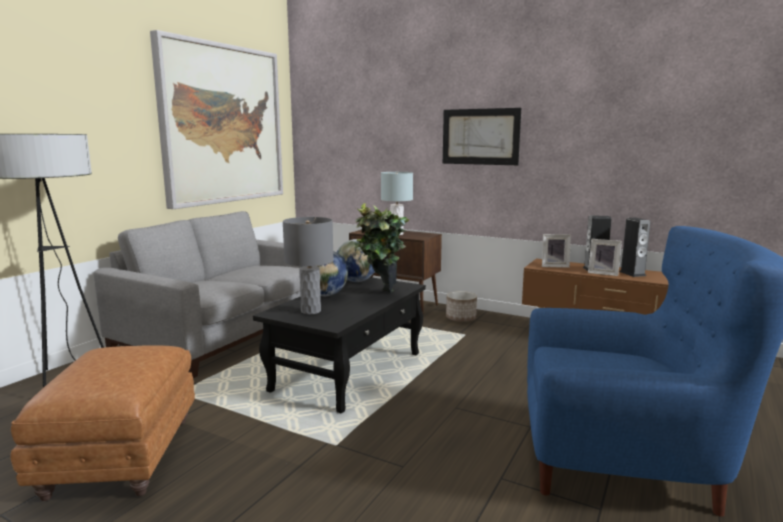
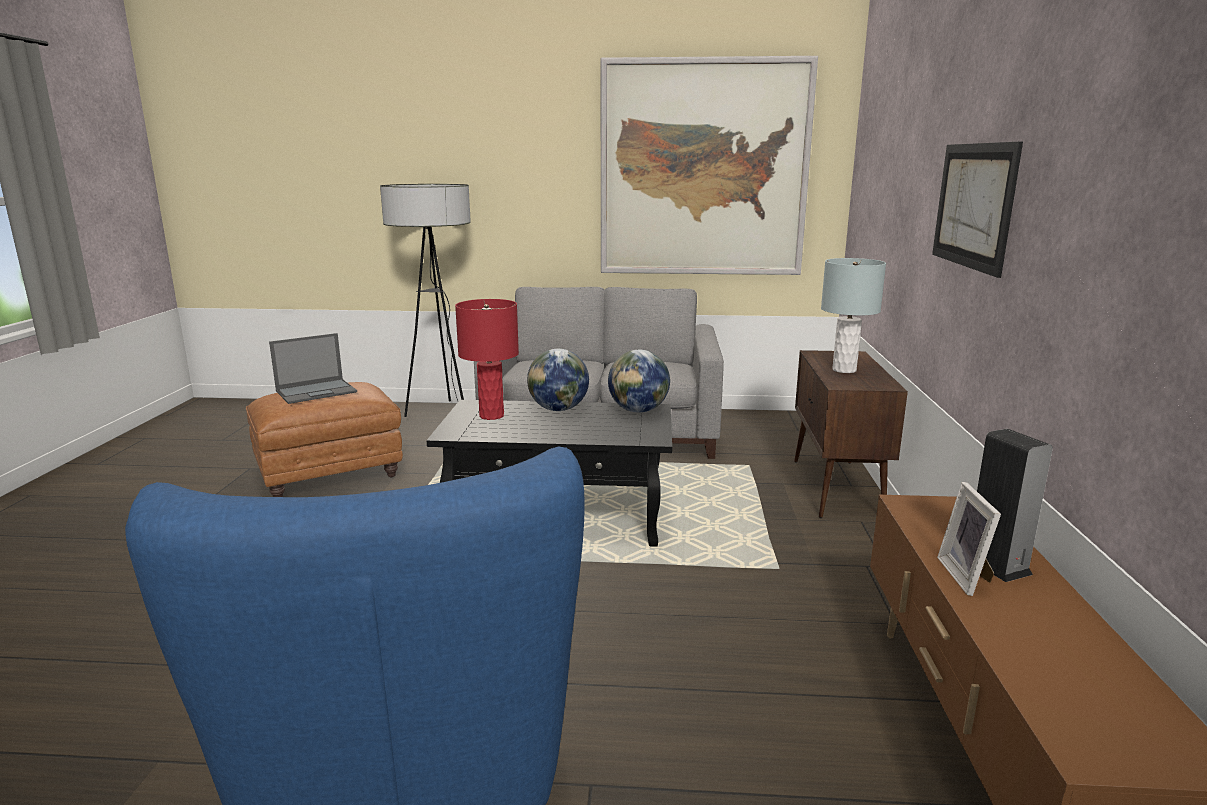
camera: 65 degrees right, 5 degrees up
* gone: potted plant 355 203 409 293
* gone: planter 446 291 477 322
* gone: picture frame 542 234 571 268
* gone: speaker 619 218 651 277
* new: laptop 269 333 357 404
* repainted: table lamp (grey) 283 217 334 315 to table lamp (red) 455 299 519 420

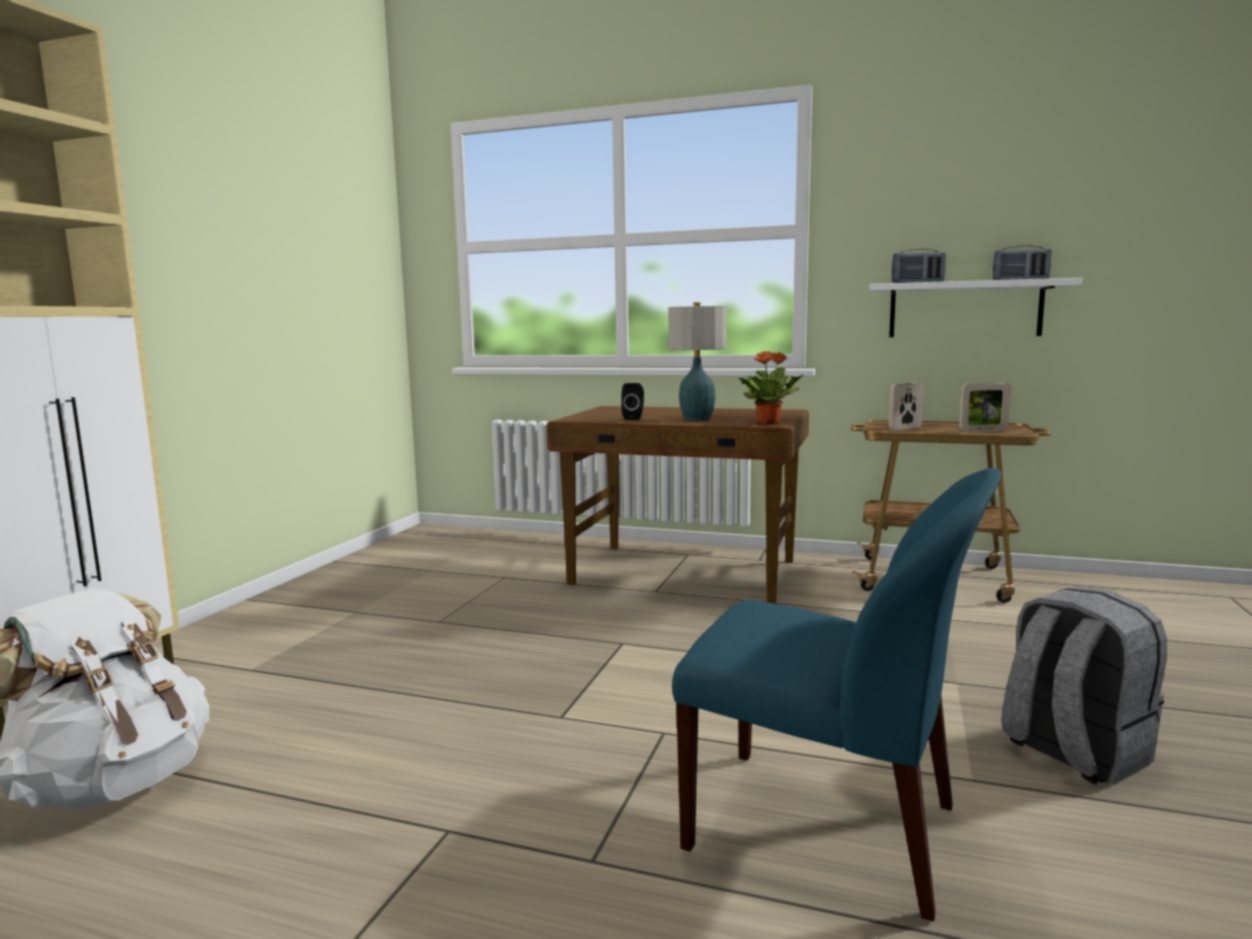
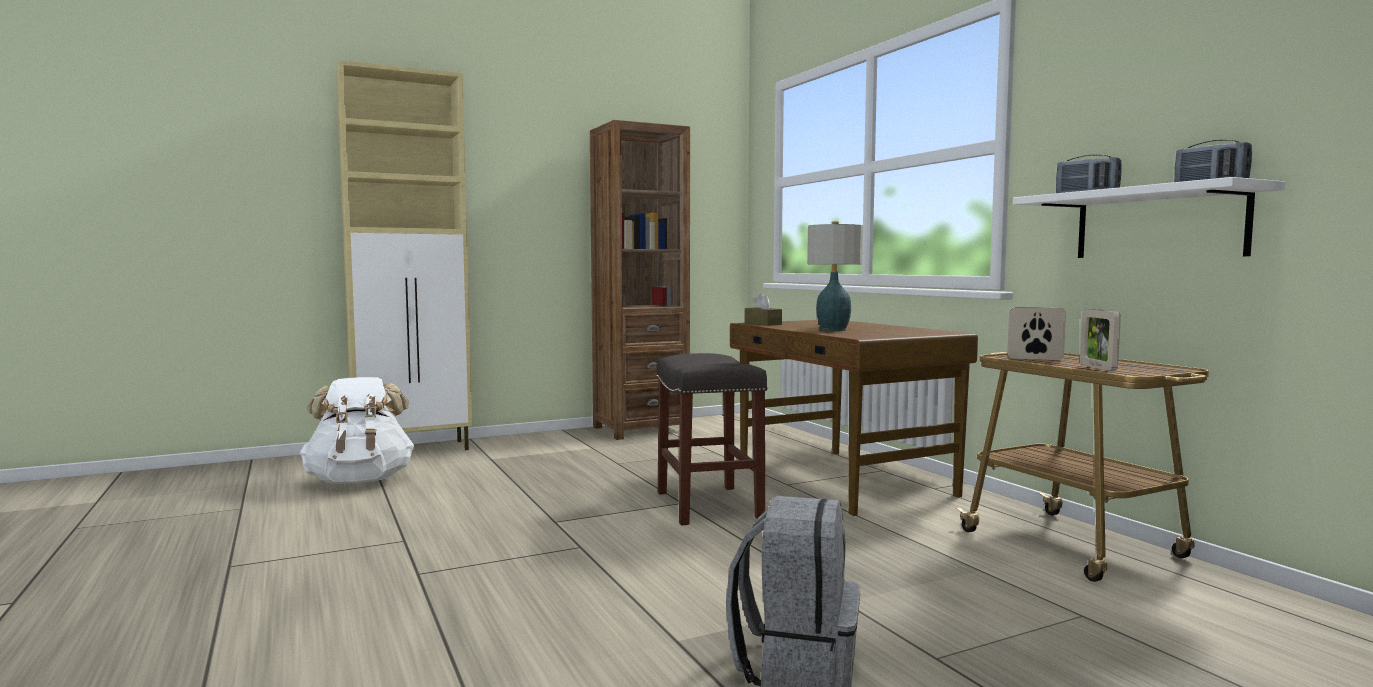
camera: 45 degrees right, 5 degrees down
* gone: speaker (black) 621 383 644 420
* gone: chair (blue) 672 468 1001 922
* gone: potted plant 737 351 803 425
* new: bookcase (brown) 590 120 690 440
* new: stool (grey) 656 353 768 525
* new: tissue box (brown) 745 293 782 326
* rotated: picture frame 959 383 1011 432 = 1080 309 1121 371 45 degrees clockwise

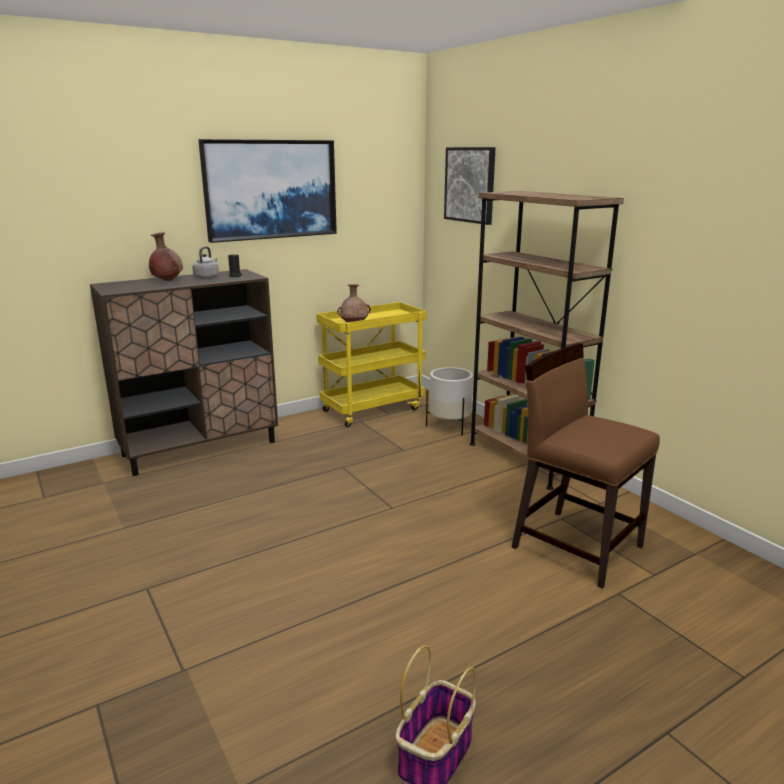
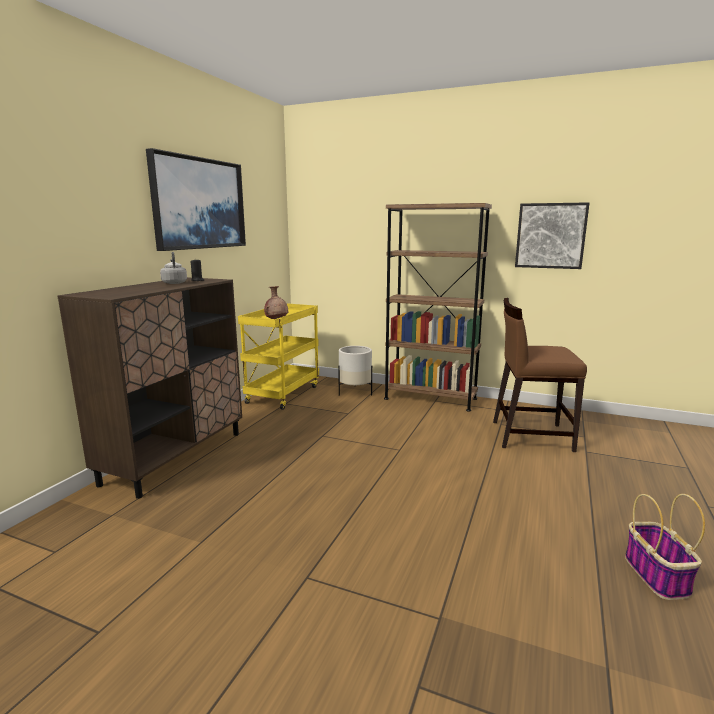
camera: 35 degrees left, 5 degrees down
* gone: vase (brown) 149 232 183 281
* shifted: picture 444 147 496 225 to 515 202 590 269

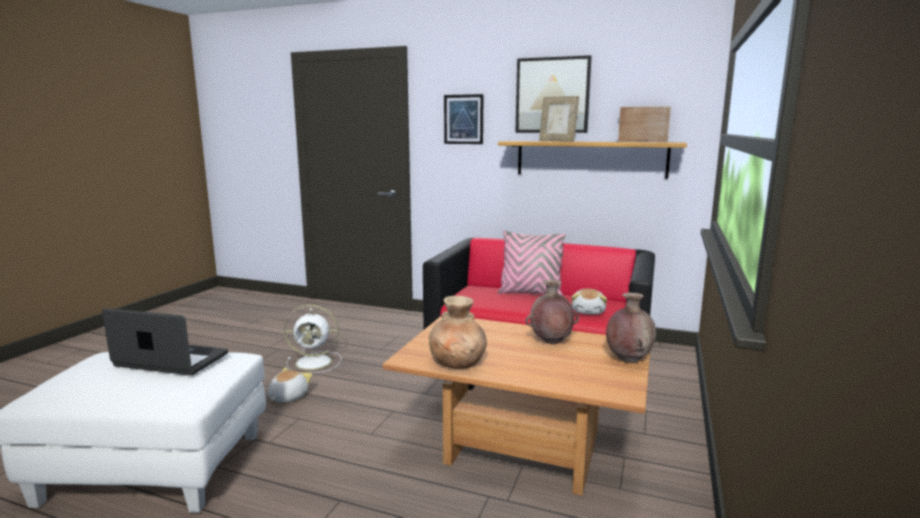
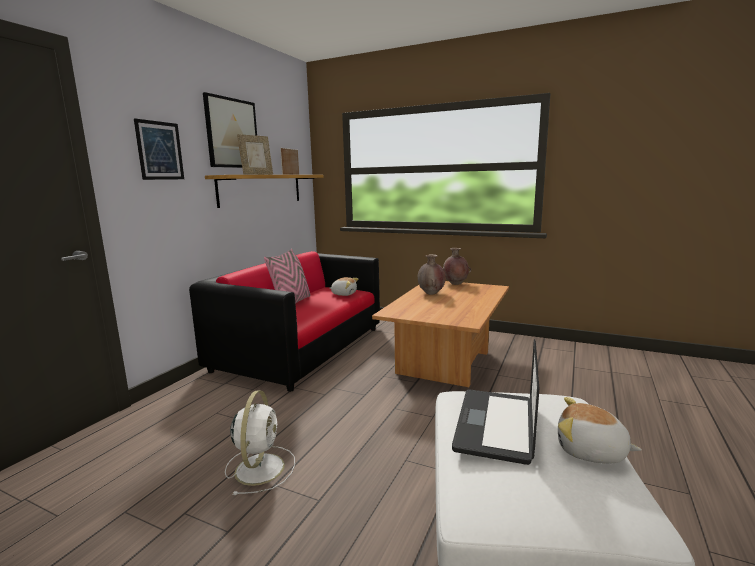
camera: 85 degrees left, 0 degrees up
* gone: vase (brown) 429 296 487 369
* shifted: plush toy 268 367 312 403 to 558 397 642 463

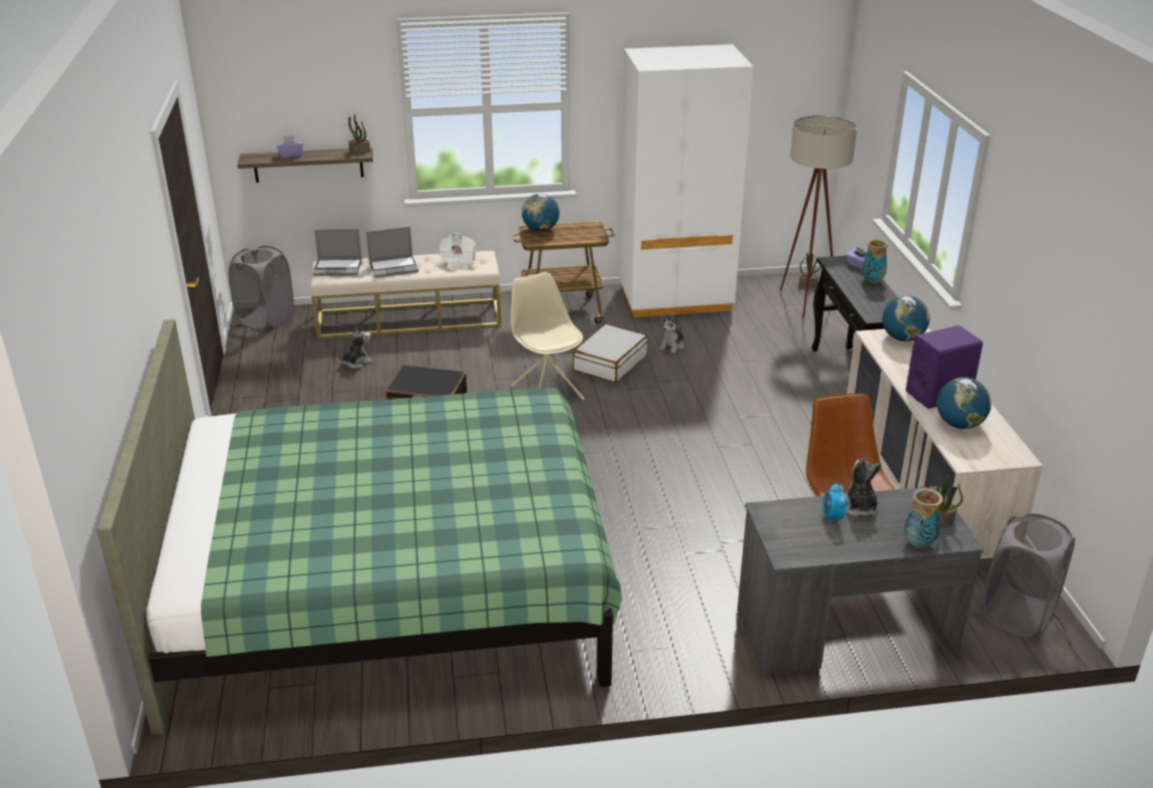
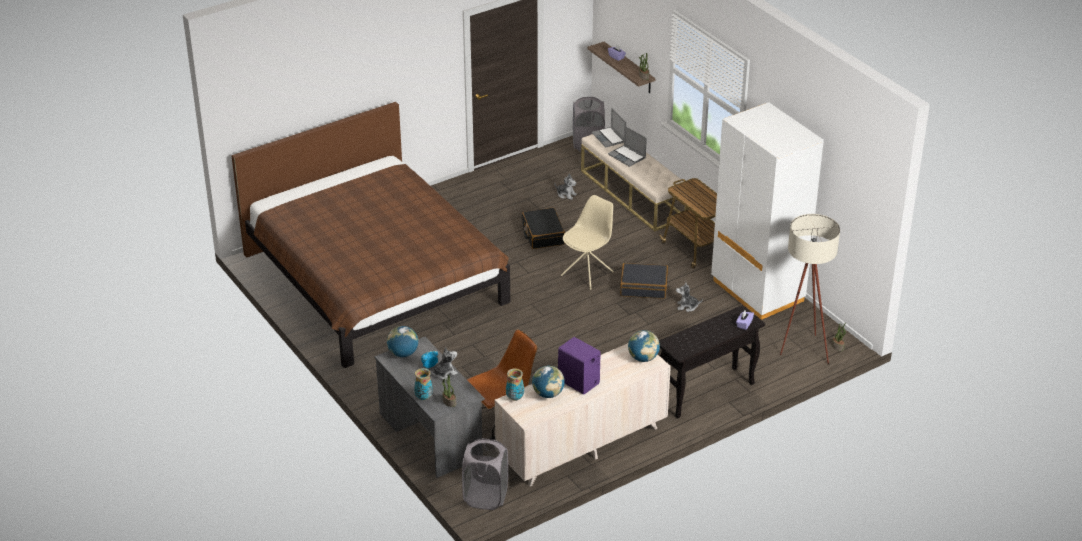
camera: 65 degrees right, 5 degrees up
* gone: newspaper 438 233 476 271
* shifted: globe 522 194 559 232 to 387 326 418 357
* shifted: vase 862 239 888 283 to 506 368 524 401
* repainted: bed (green) 97 319 622 735 to bed (brown) 232 102 510 368
* repainted: suitcase (white) 573 324 647 383 to suitcase (black) 620 263 668 299

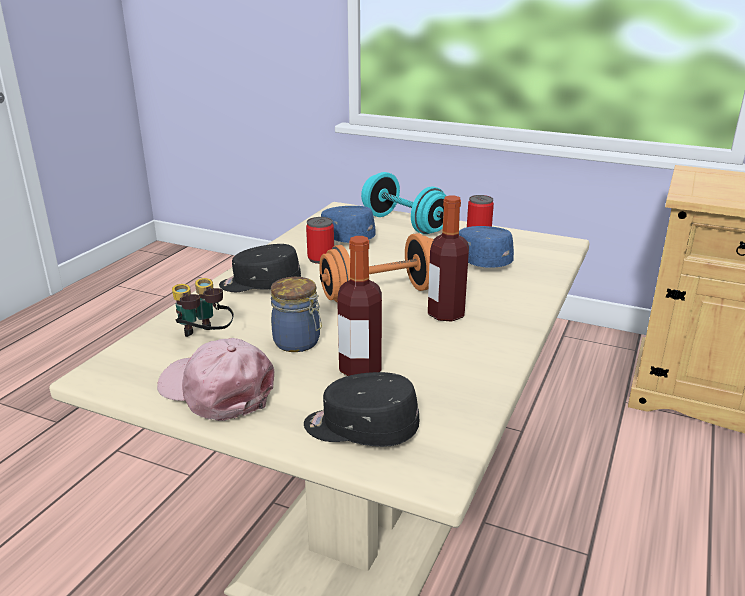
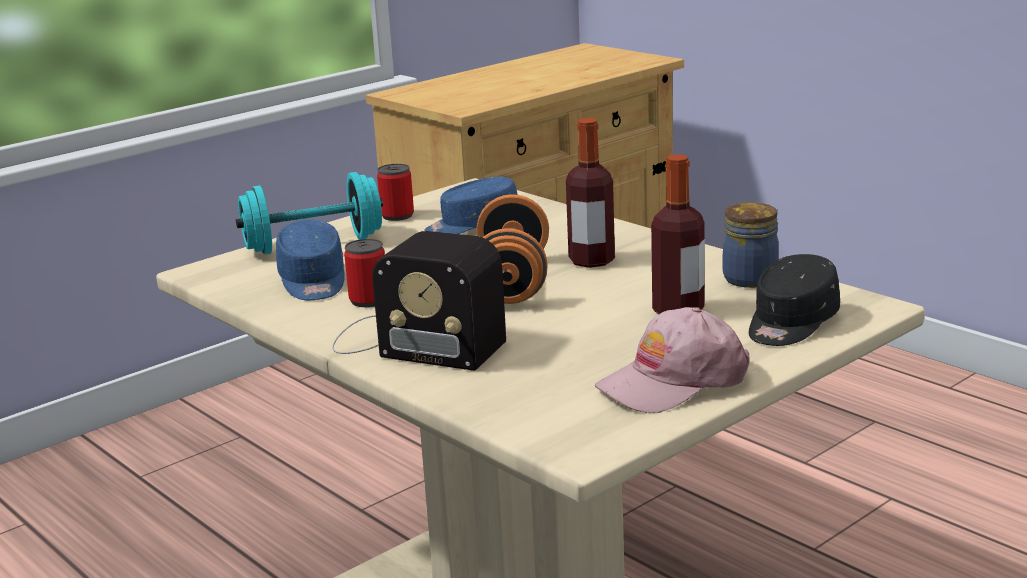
camera: 65 degrees left, 5 degrees down
* gone: binoculars 172 278 234 337
* shifted: jar 271 277 322 352 to 722 202 779 288
* swapped: cap (black) 219 244 301 292 to radio 332 231 506 371
* rotated: cap (blue) 321 206 376 243 = 276 220 345 300 75 degrees counterclockwise

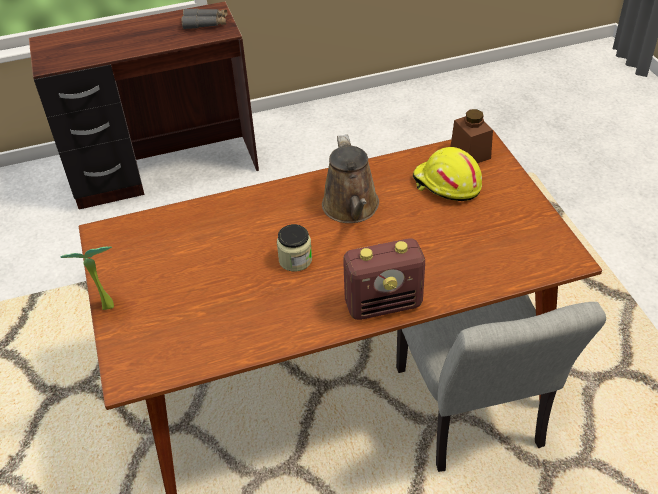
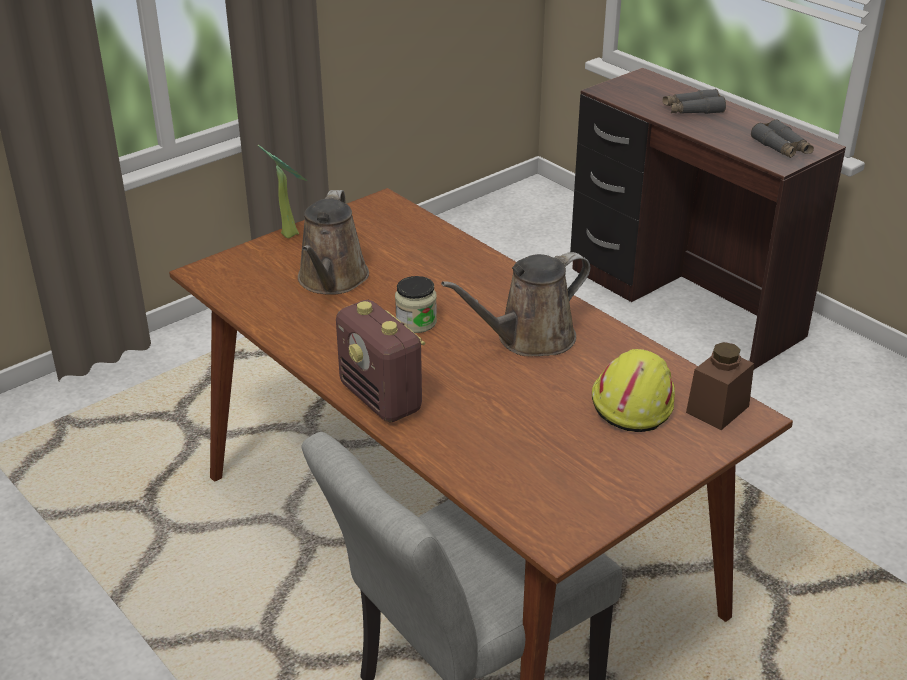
camera: 65 degrees right, 10 degrees down
* new: watering can (brown) 298 190 369 295
* new: binoculars (grey) 663 89 726 114

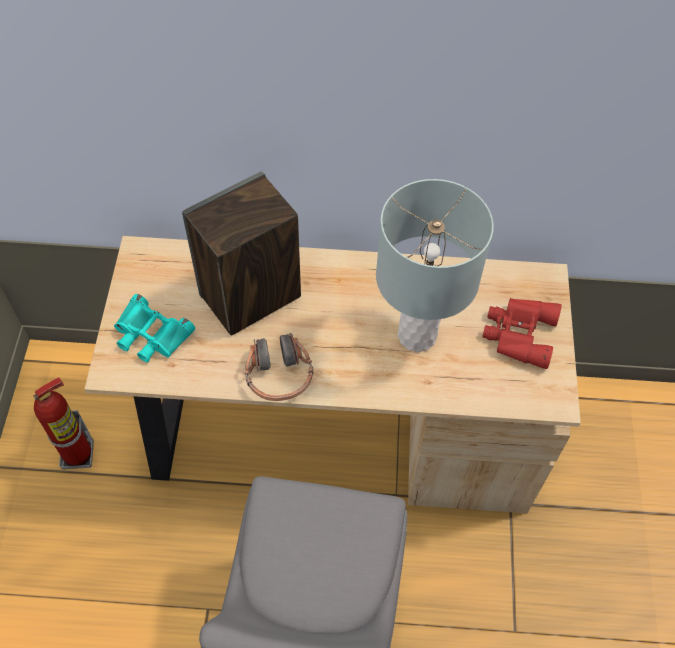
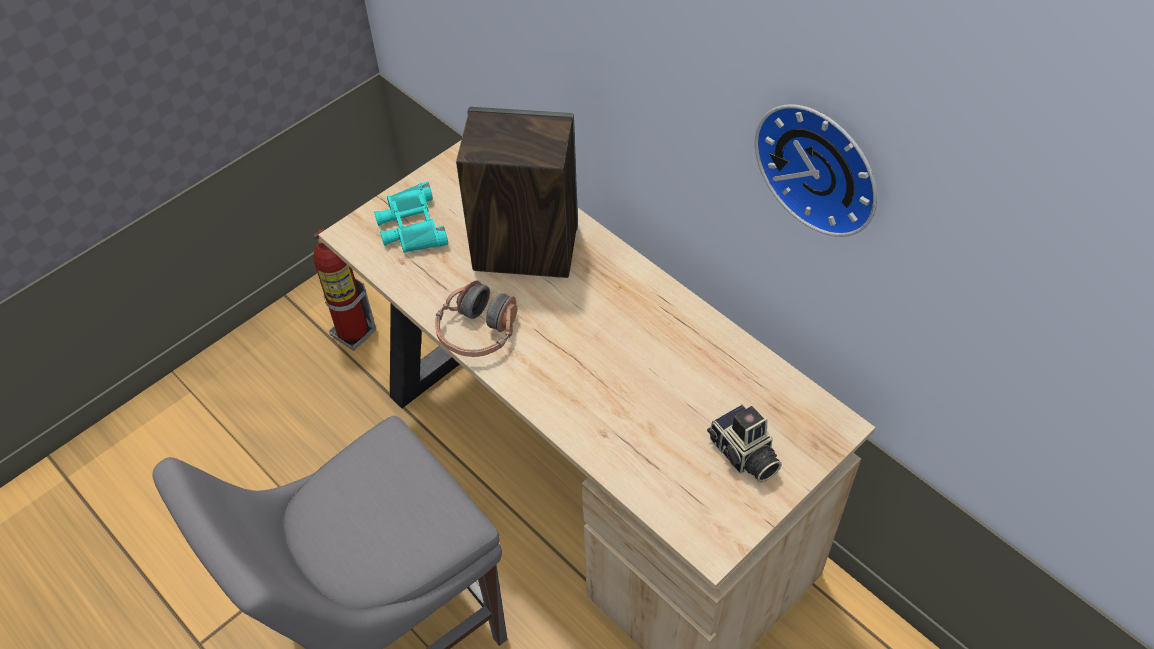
camera: 45 degrees right, 5 degrees down
* gone: table lamp (grey) 376 179 494 352
* new: wall clock 755 104 877 237
* swapped: binoculars (red) 483 298 562 369 to photo camera 707 404 782 482

